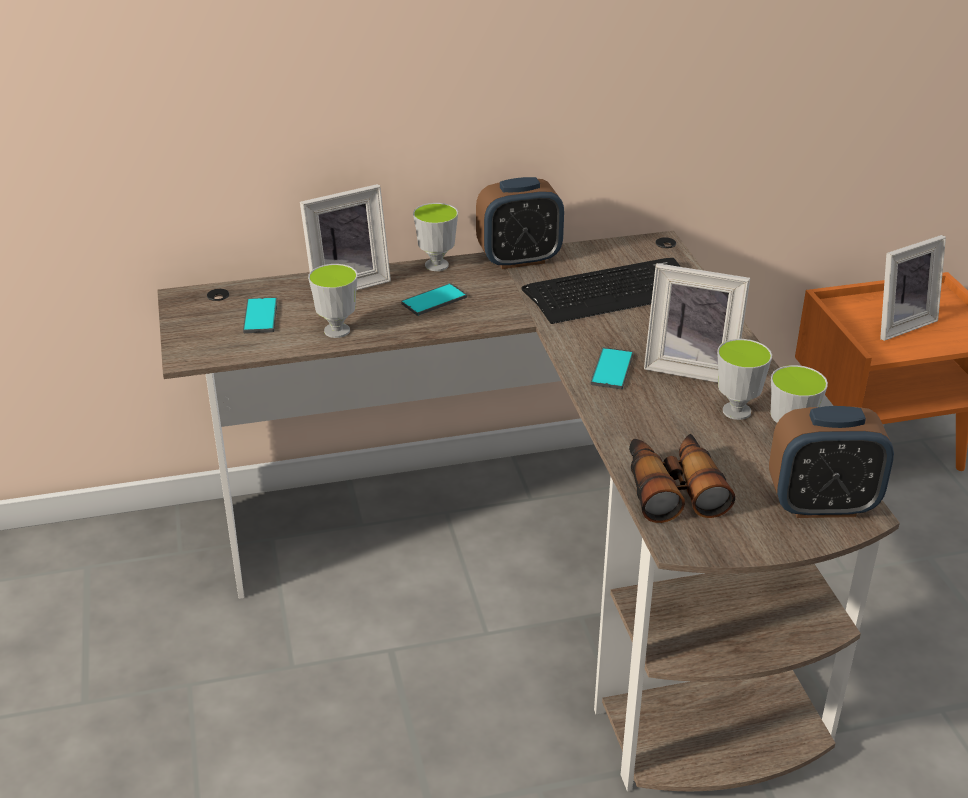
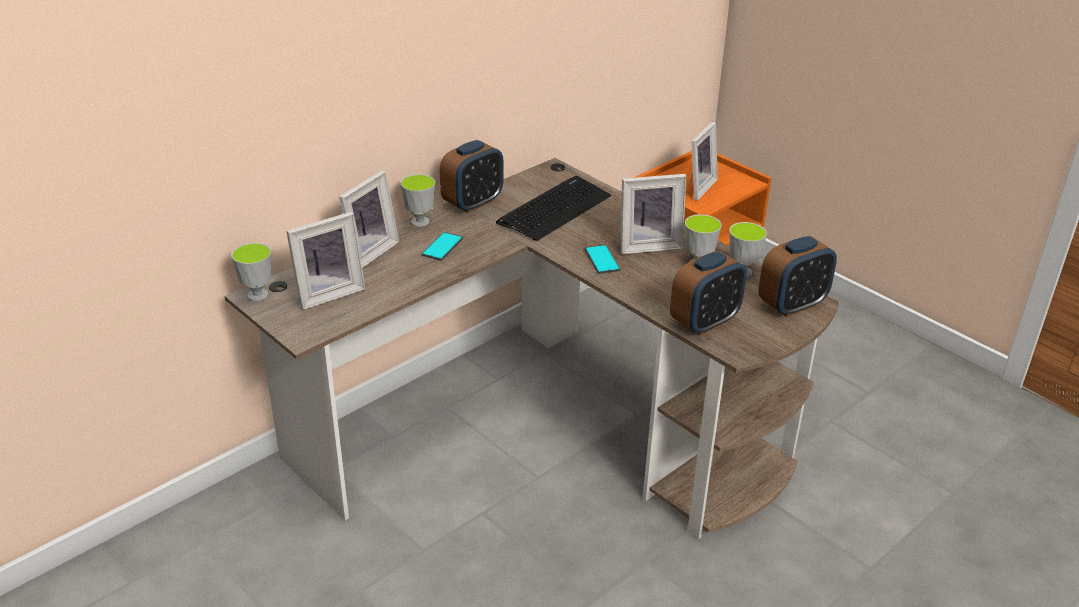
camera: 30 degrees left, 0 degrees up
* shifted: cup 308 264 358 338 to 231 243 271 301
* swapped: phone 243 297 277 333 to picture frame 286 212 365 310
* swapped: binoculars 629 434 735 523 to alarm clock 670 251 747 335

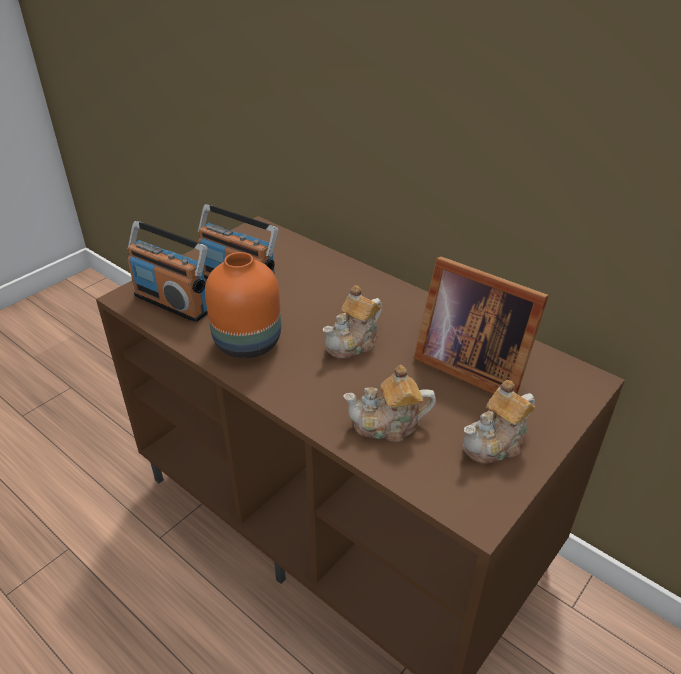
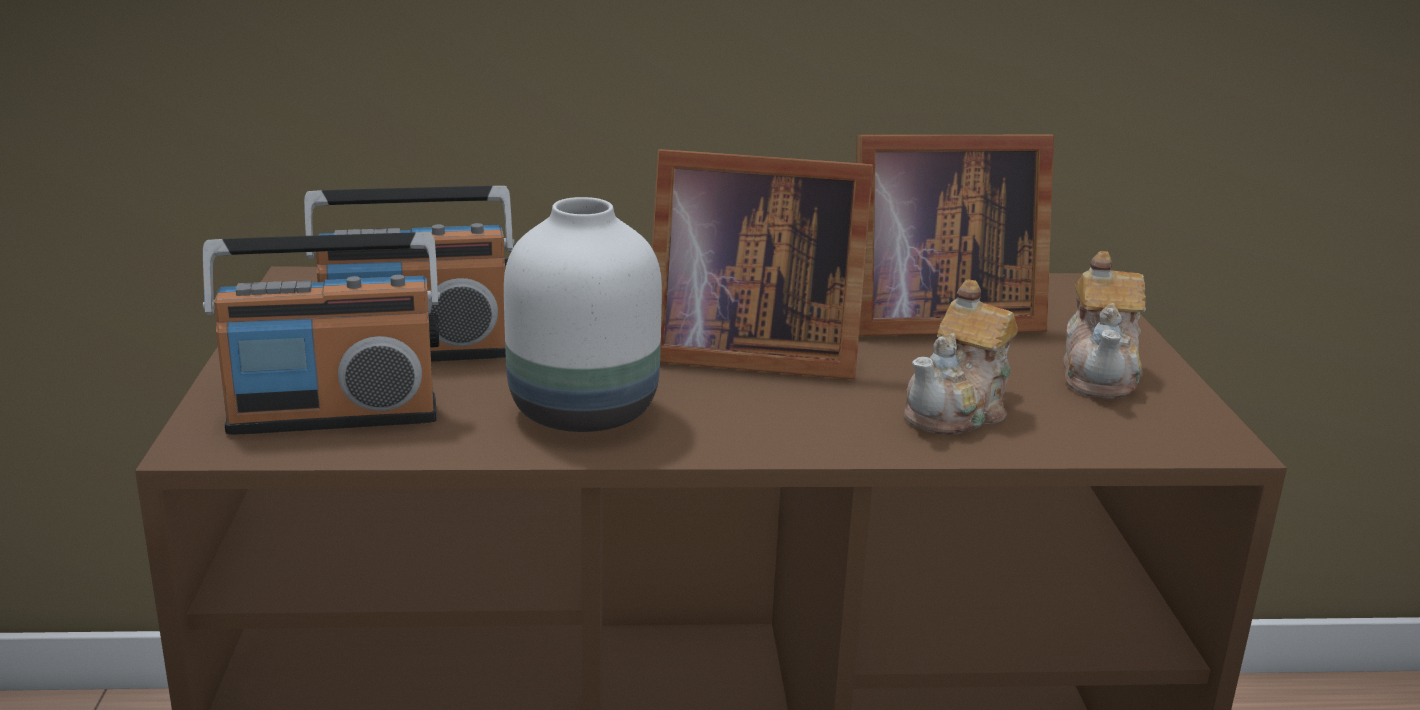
camera: 45 degrees left, 15 degrees down
* swapped: teapot 323 285 382 359 to picture frame 652 149 874 380
* repainted: vase (orange) 205 252 281 358 to vase (white) 504 197 662 432

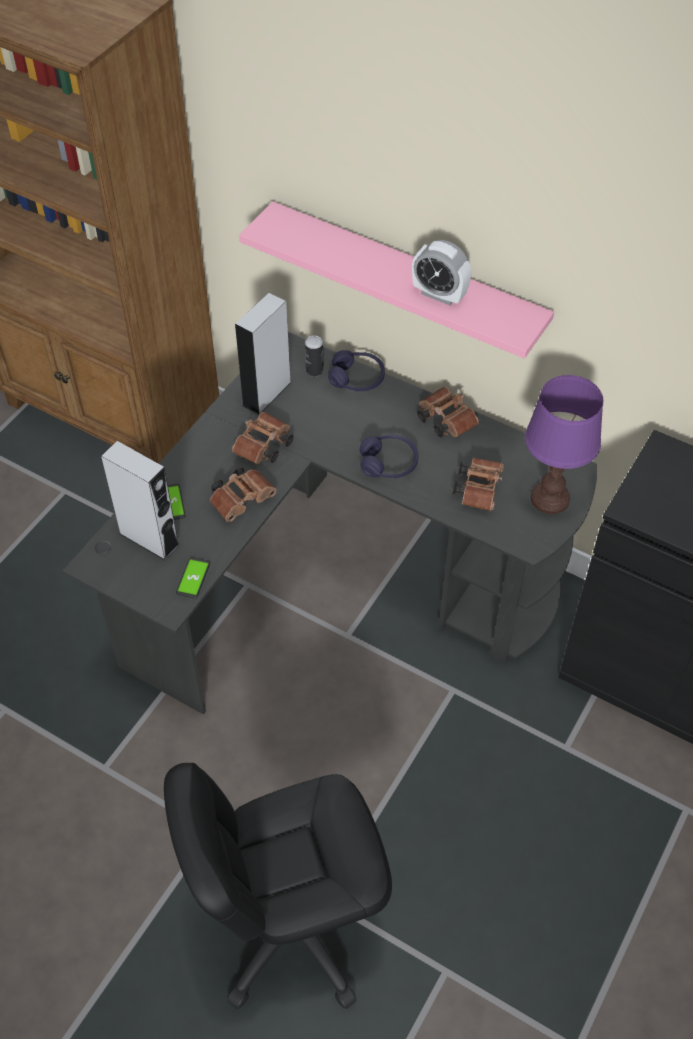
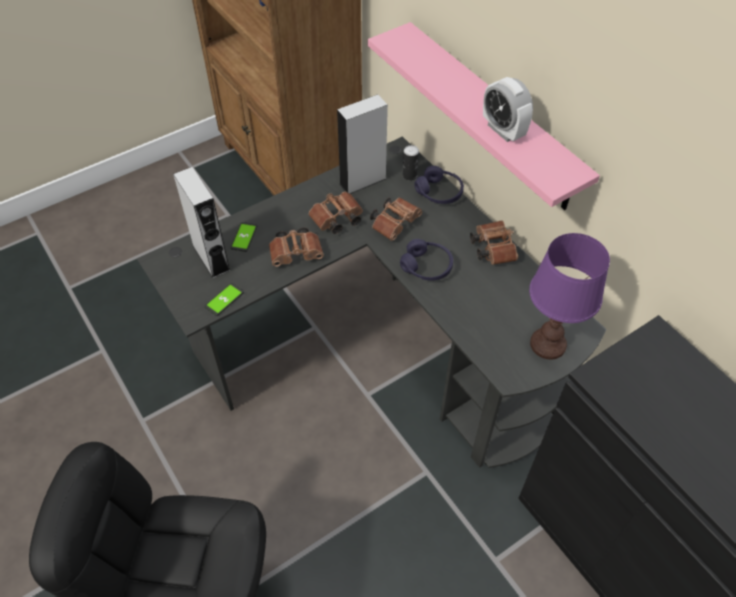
camera: 25 degrees right, 0 degrees up
* shifted: binoculars (brown) 453 458 504 511 to 370 197 422 241

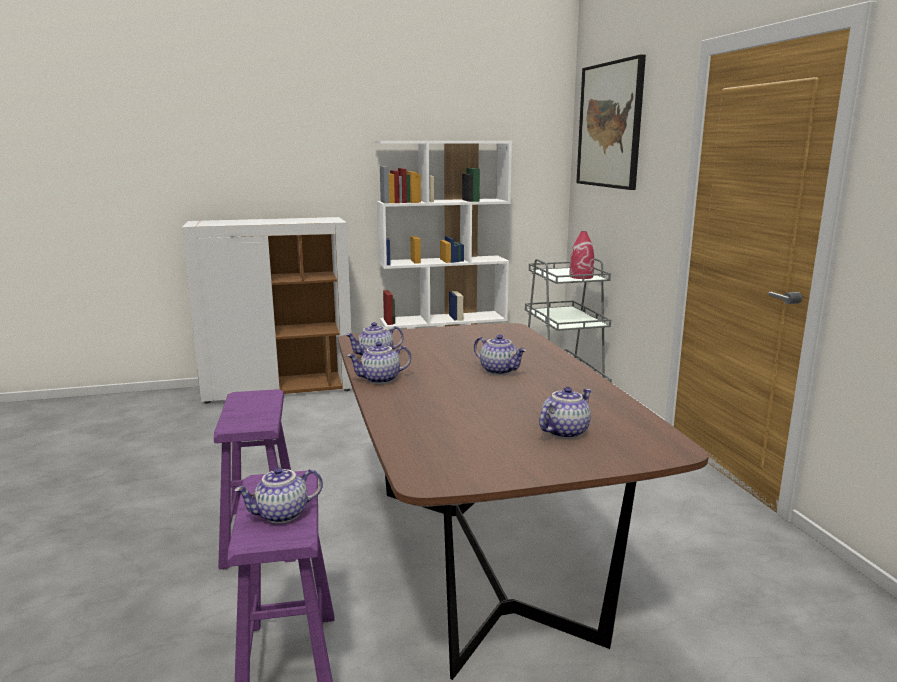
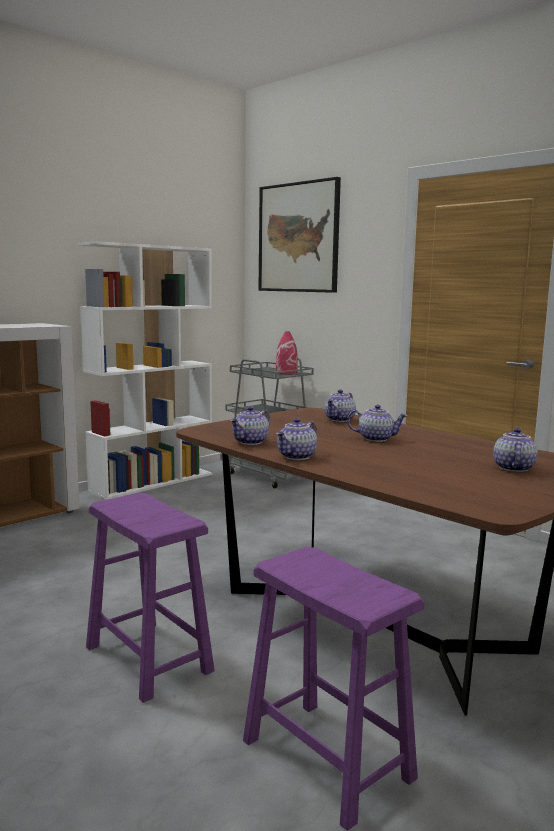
camera: 30 degrees left, 5 degrees down
* shifted: teapot 234 467 323 524 to 325 389 356 422

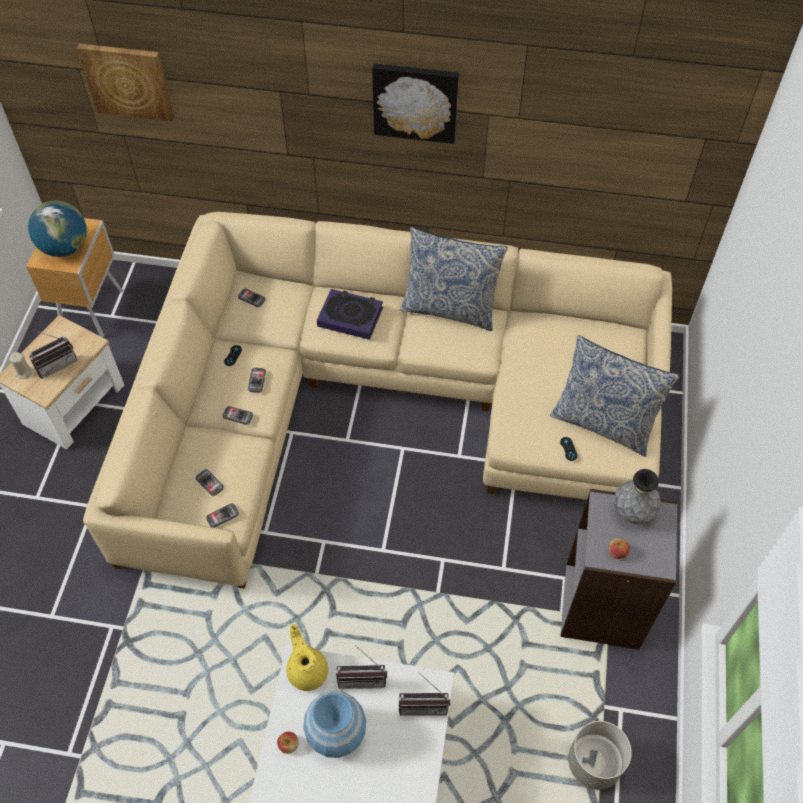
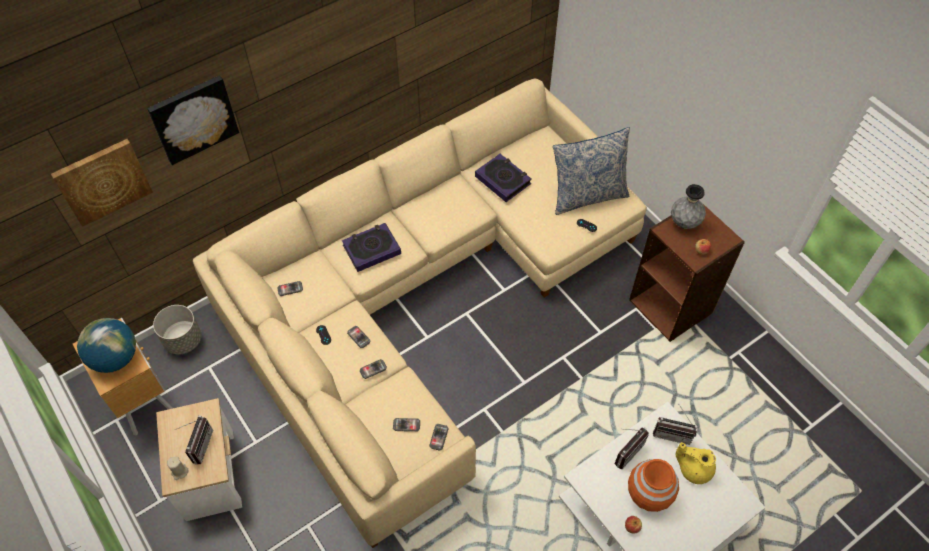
camera: 45 degrees left, 0 degrees up
* gone: pillow 400 227 508 331
* new: book 475 154 532 202
* shifted: teapot (yellow) 286 624 328 691 to 676 442 716 484
* shifted: picture 372 63 459 144 to 147 75 239 165
* shifted: planter (grey) 568 721 632 790 to 153 305 201 355
* repainted: vase (blue) 303 691 366 758 to vase (orange) 628 459 679 512
* repainted: bookcase (grey) 560 489 678 650 to bookcase (brown) 629 203 745 342
* rotated: radio 399 672 450 716 = 653 405 697 445 60 degrees clockwise

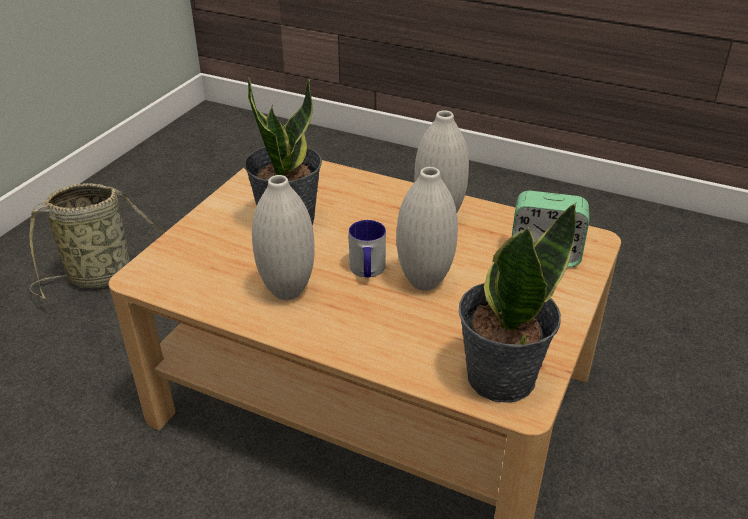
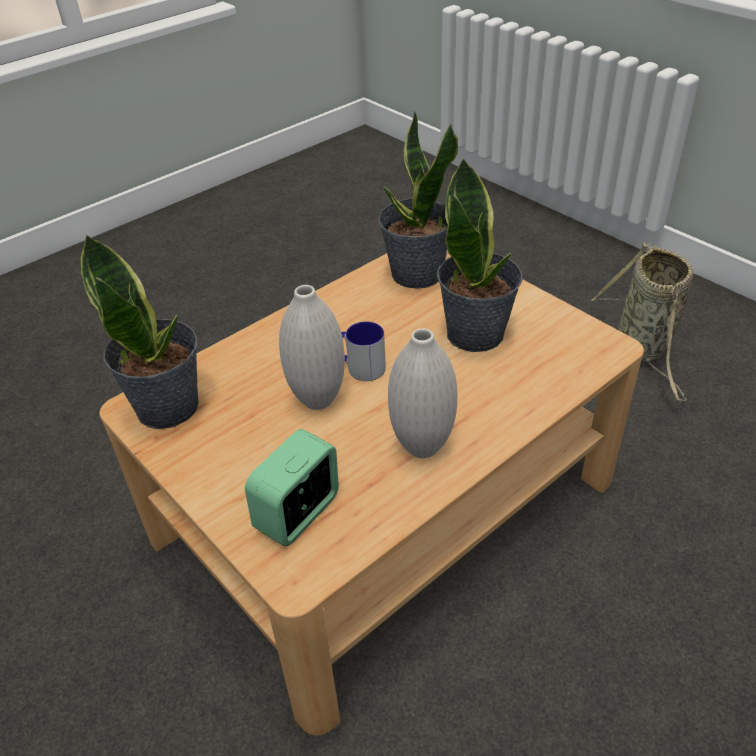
camera: 115 degrees right, 5 degrees up
* gone: vase (white) 252 175 315 300
* new: potted plant 378 110 458 289

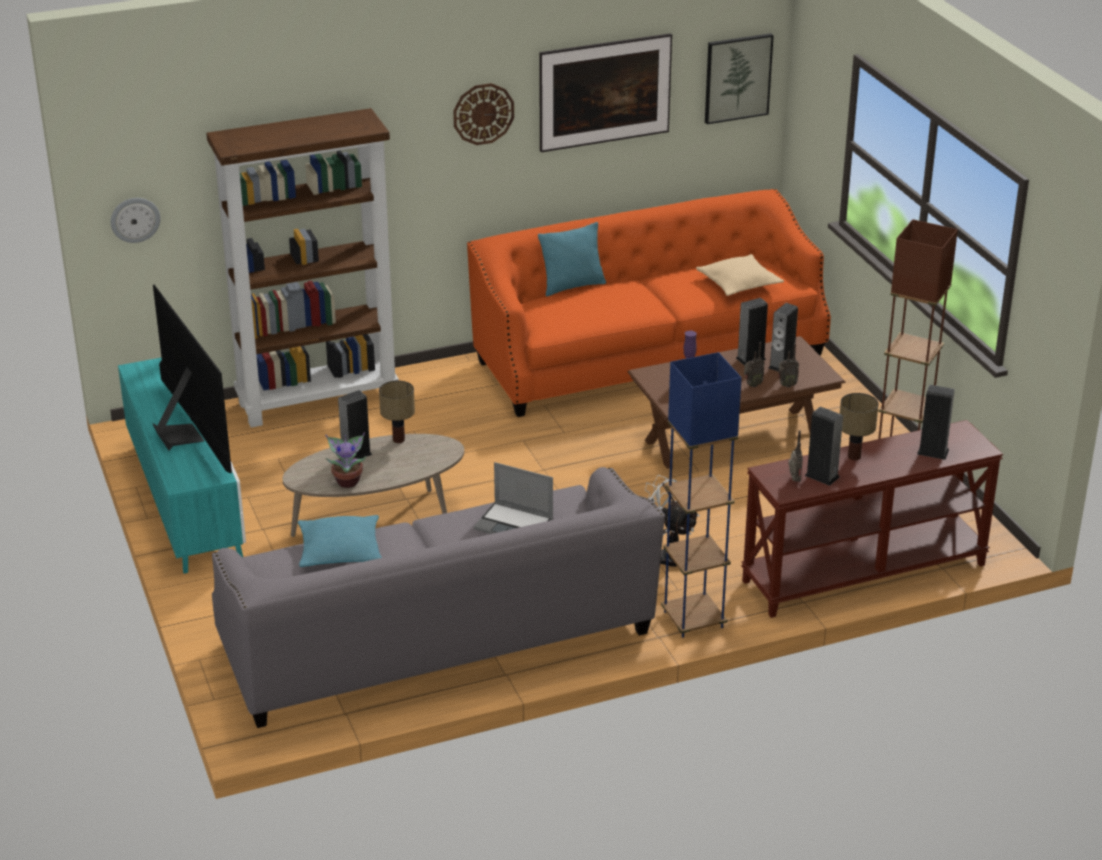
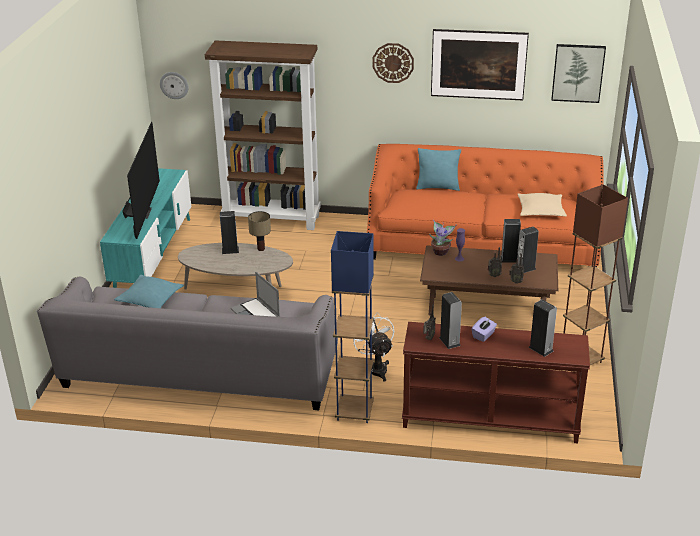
camera: 30 degrees right, 0 degrees up
* shifted: potted plant 325 432 367 488 to 429 220 457 256
* swapped: table lamp 840 393 879 460 to tissue box (purple) 472 317 497 342

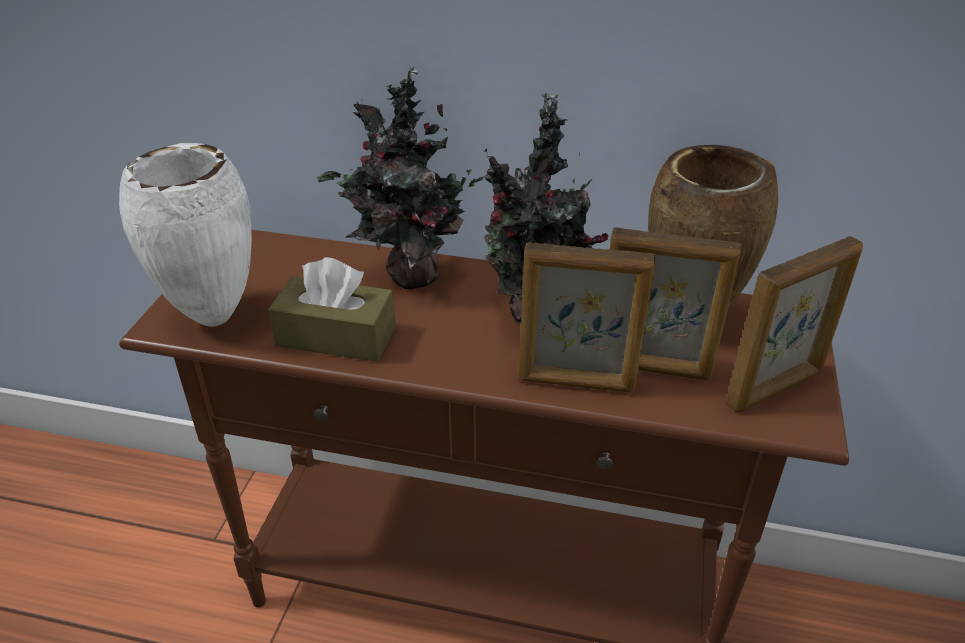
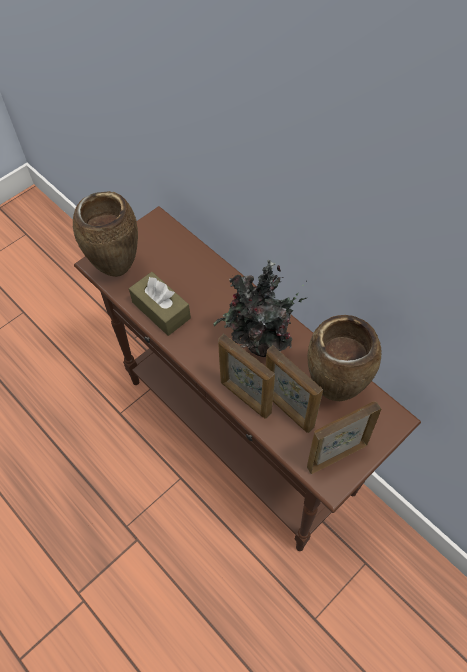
camera: 35 degrees right, 20 degrees up
* gone: potted plant 317 66 487 289
* repainted: vase (white) 119 143 252 327 to vase (brown) 73 191 138 277
* rotated: picture frame 725 236 863 412 = 307 402 381 474 150 degrees clockwise

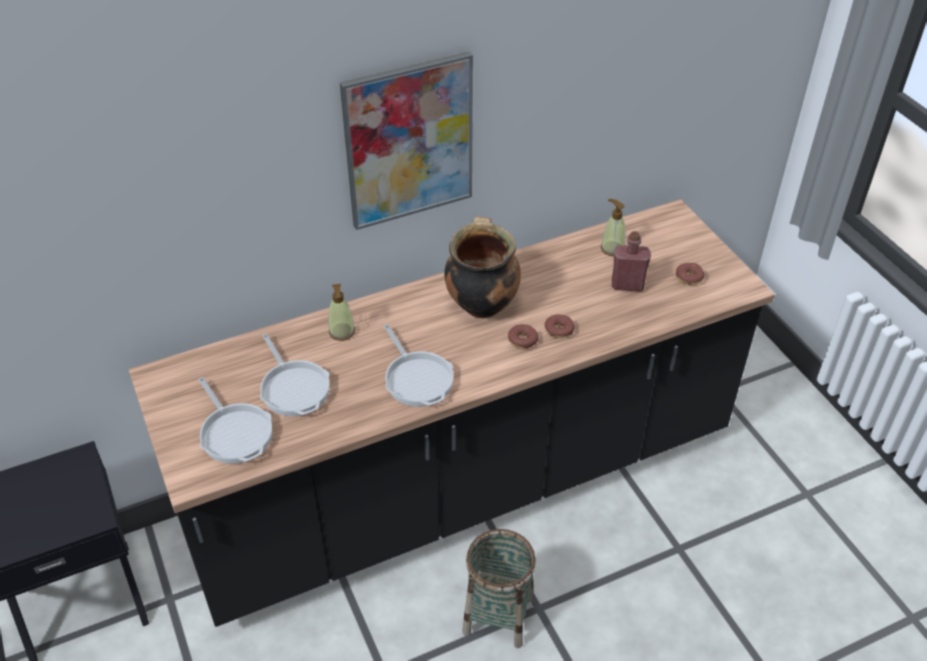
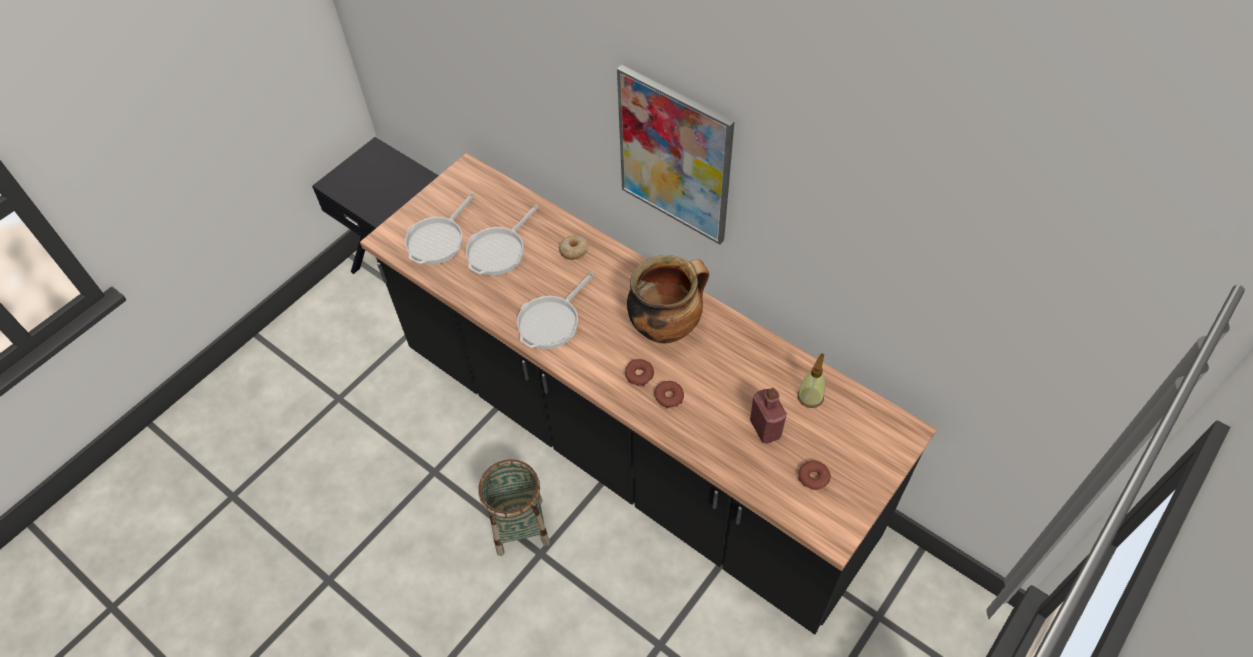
camera: 65 degrees right, 10 degrees up
* swapped: soap dispenser 329 284 355 341 to donut 559 236 588 260

